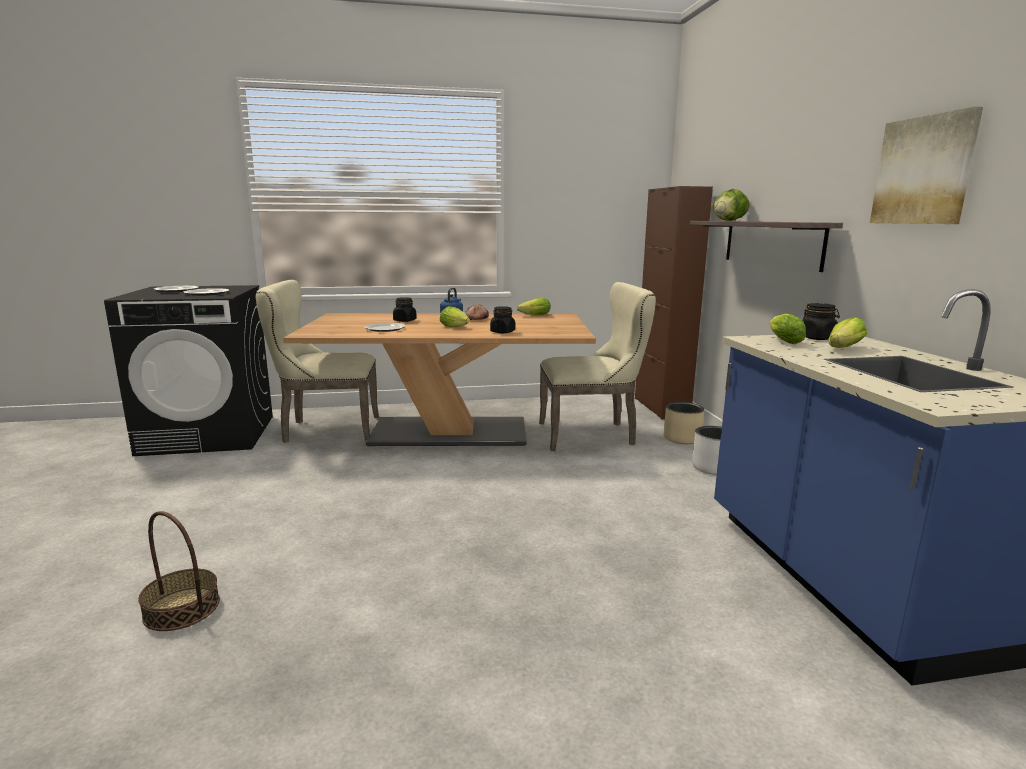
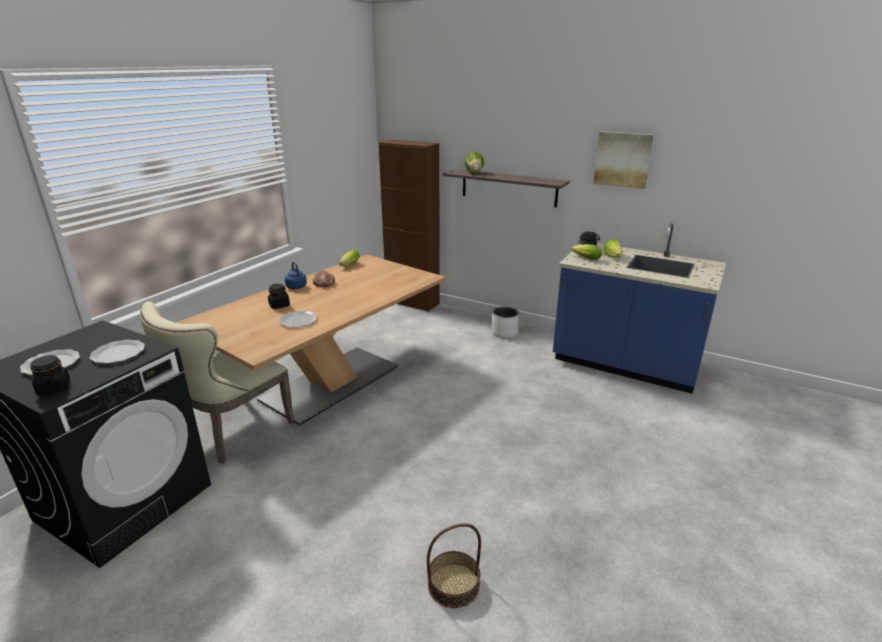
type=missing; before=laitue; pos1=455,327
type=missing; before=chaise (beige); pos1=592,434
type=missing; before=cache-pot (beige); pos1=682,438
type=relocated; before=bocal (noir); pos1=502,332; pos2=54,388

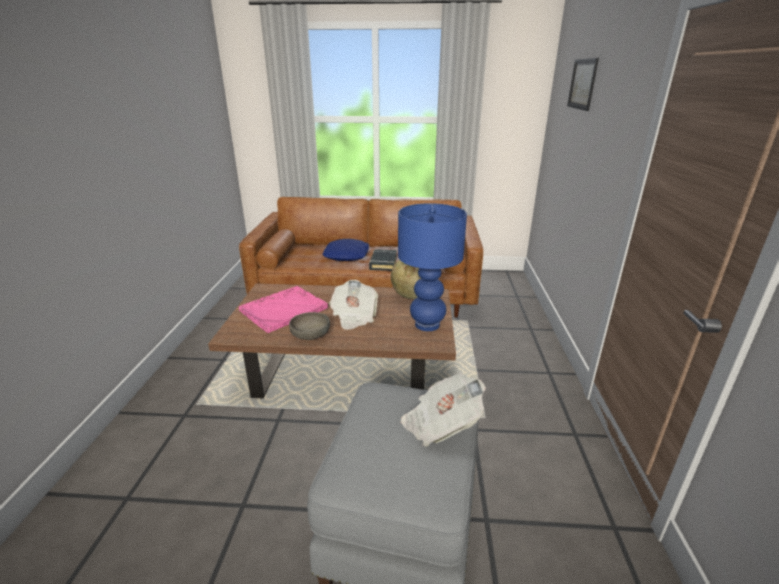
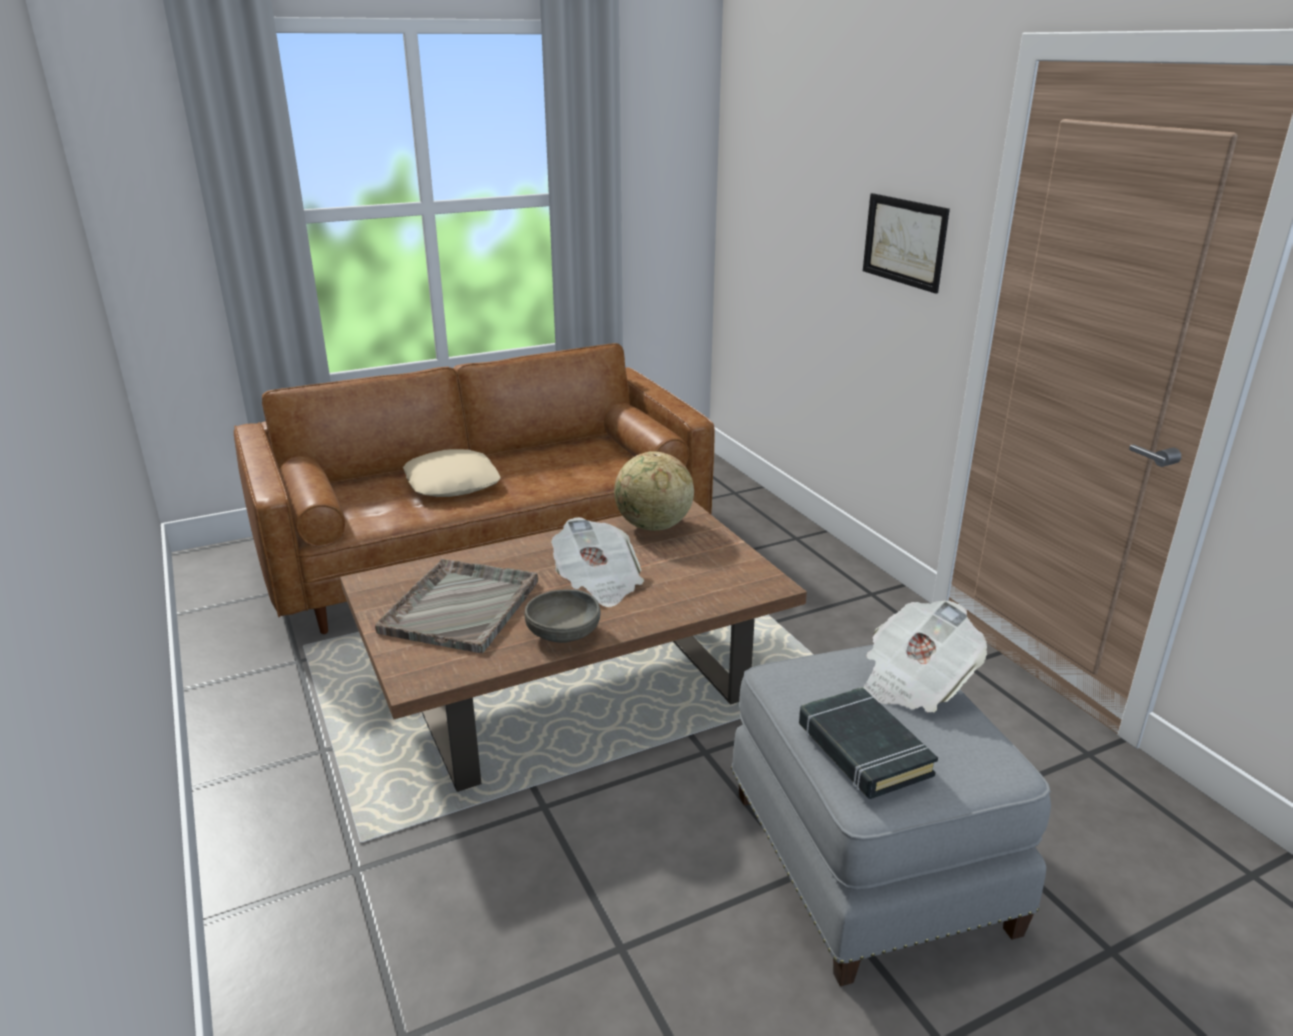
type=missing; before=lampe de table (bleu); pos1=427,325
type=relocated; before=livre (noir); pos1=383,263; pos2=862,749
type=relocated; before=tableau; pos1=582,84; pos2=904,241
type=colour; before=plateau (rose); after=plateau (gris); pos1=284,309; pos2=462,606
type=colour; before=coussin (bleu); after=coussin (beige); pos1=347,255; pos2=453,483

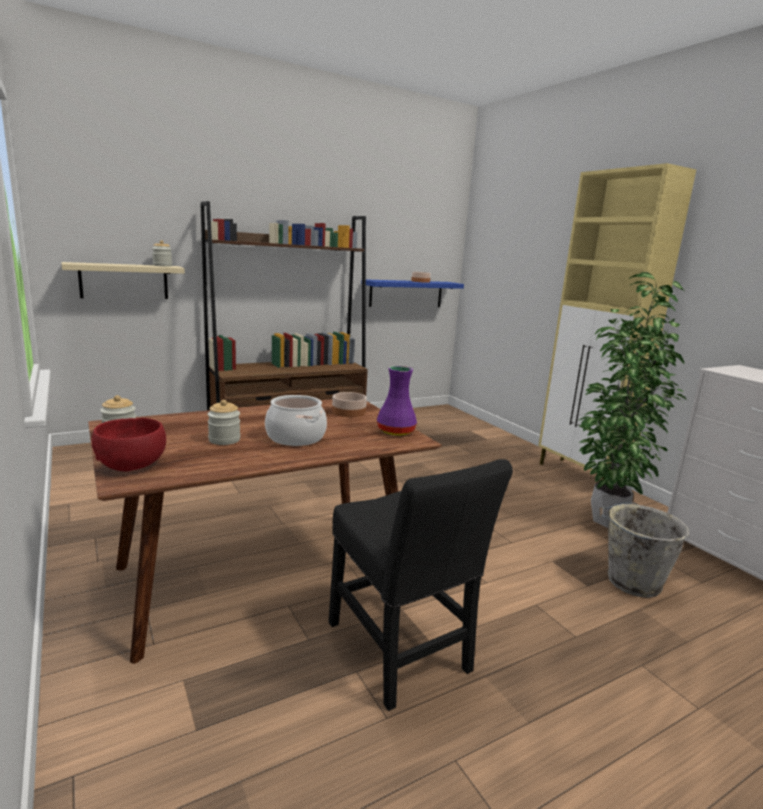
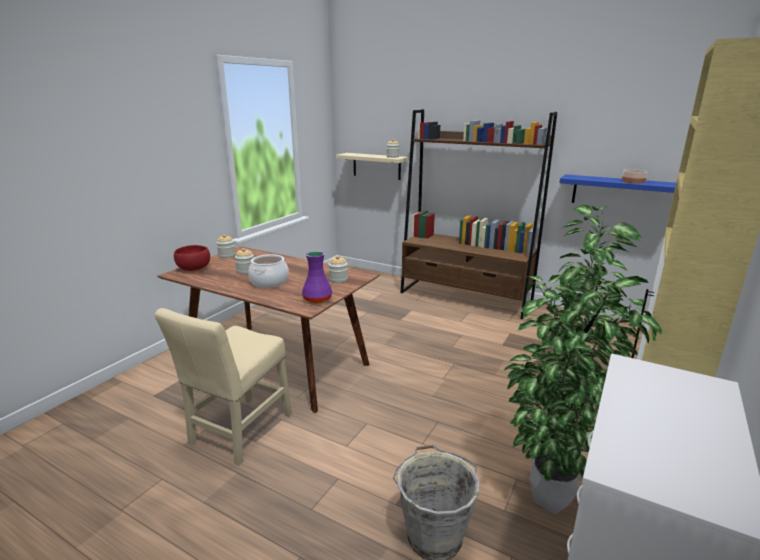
type=exchanged; before=bol; after=bocal; pos1=348,412; pos2=338,280
type=colour; before=chaise (noir); after=chaise (beige); pos1=400,652; pos2=239,432

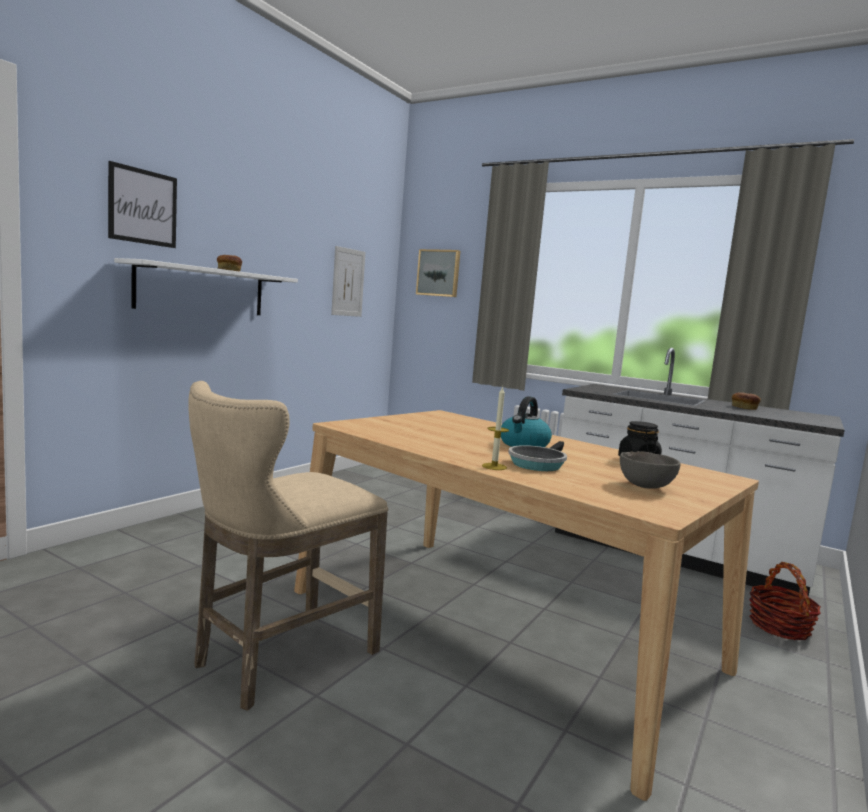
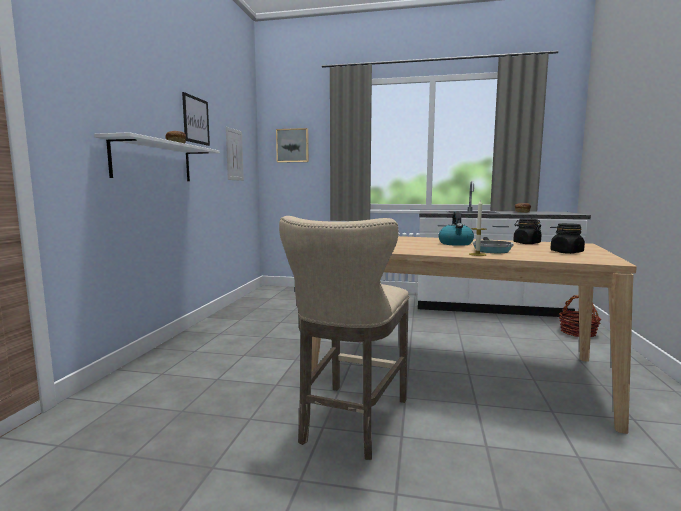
type=relocated; before=tableau; pos1=143,207; pos2=196,120
type=exchanged; before=bol (gris); after=bocal (noir); pos1=646,487; pos2=566,252

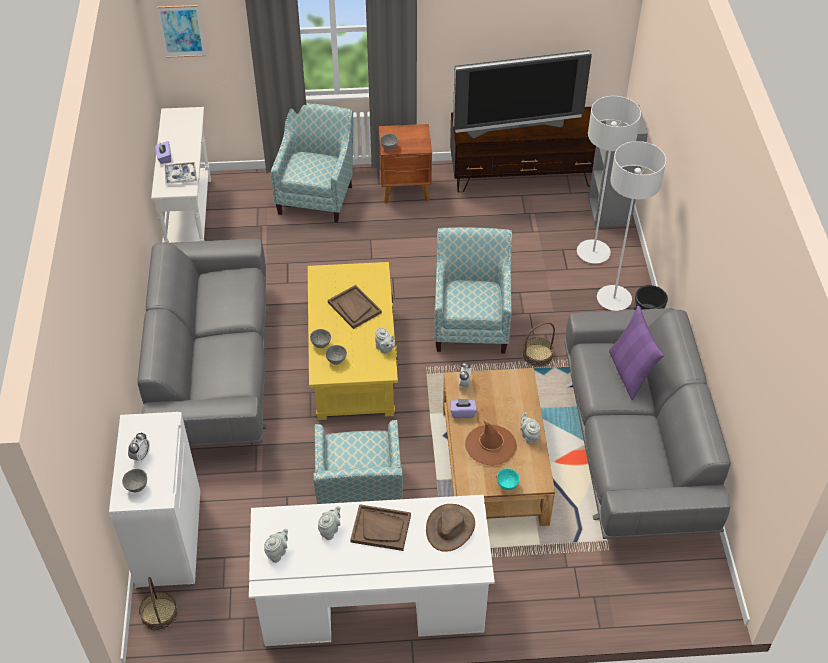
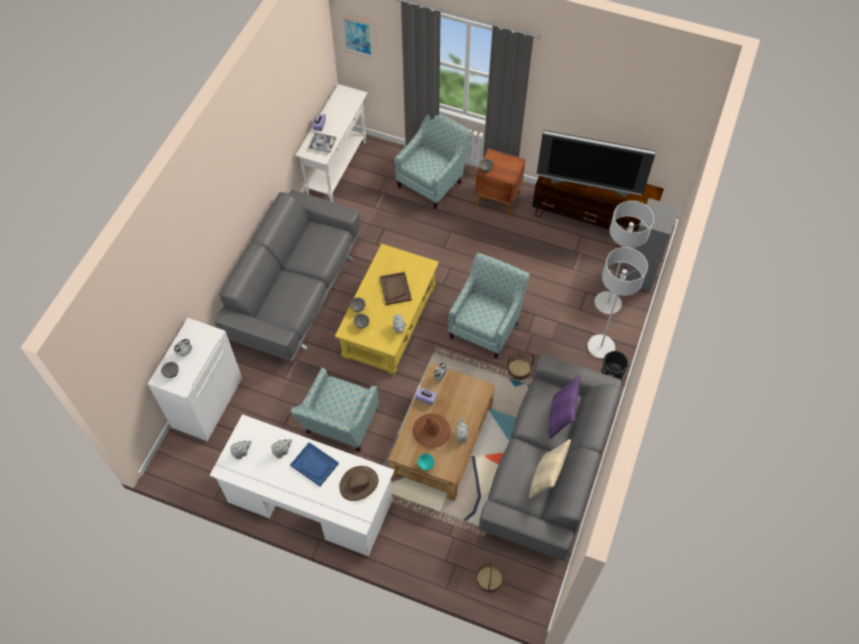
type=appeared; after=coussin (beige); pos2=546,478
type=relocated; before=panier; pos1=159,614; pos2=489,579
type=colour; before=plateau (marron); after=plateau (bleu); pos1=381,528; pos2=314,464

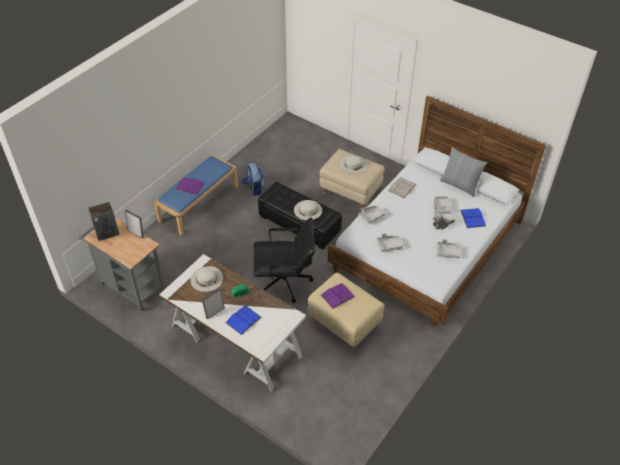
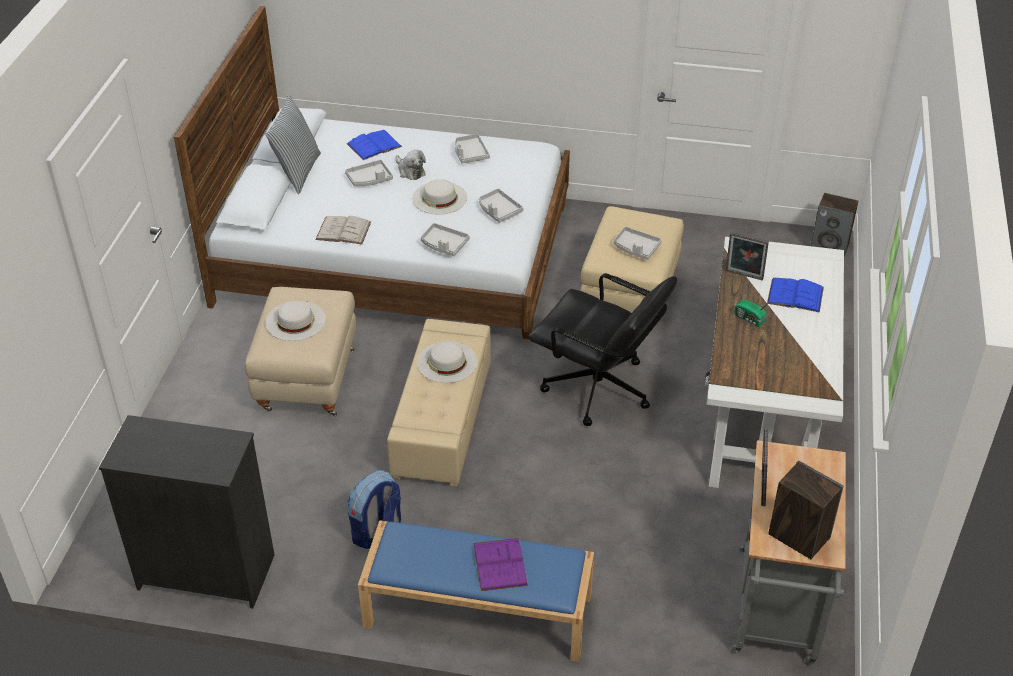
type=appeared; after=commode (noir); pos2=207,571
type=appeared; after=enceinte; pos2=830,247
type=relocated; before=chapeau (blanc); pos1=206,279; pos2=439,198
type=relocated; before=cadre photo; pos1=214,312; pos2=743,276
type=exchanged; before=livre (violet); after=plateau (gris); pos1=337,296; pos2=636,248
type=colour; before=pouf (noir); after=pouf (beige); pos1=299,224; pos2=443,421
type=spun; before=chaise de bureau (noir); pos1=285,282; pos2=598,389; turn=150

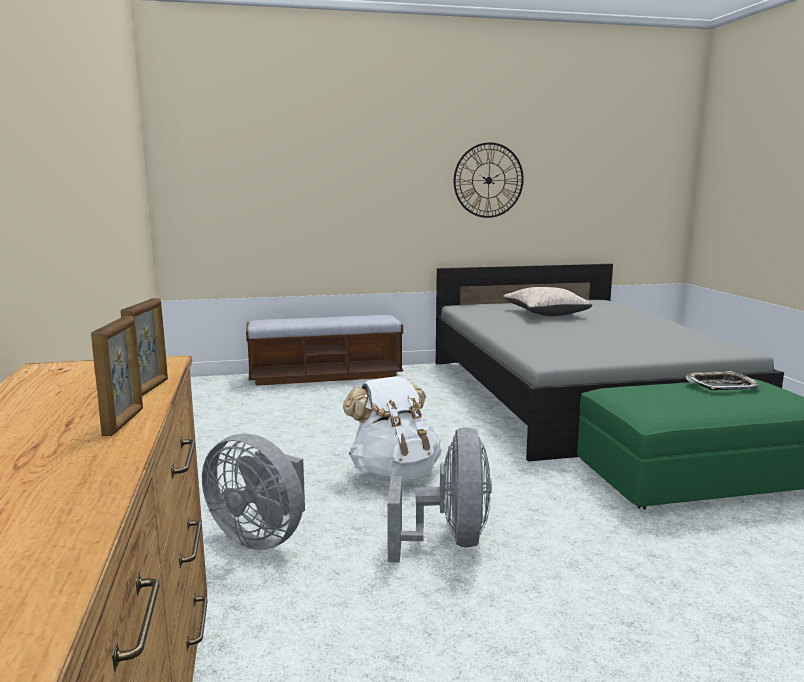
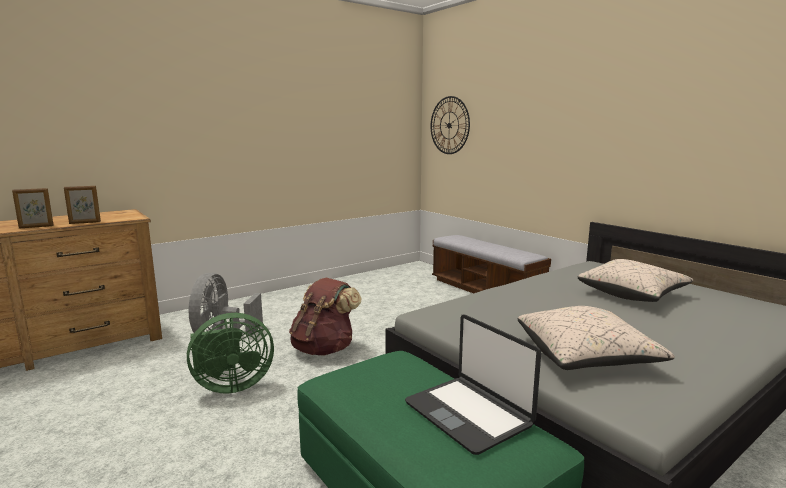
type=appeared; after=coussin (beige); pos2=586,356
type=relocated; before=horloge murale; pos1=488,180; pos2=449,125
type=exchanged; before=plateau; after=ordinateur portable; pos1=721,386; pos2=468,414
type=colour; before=sac à dos (blanc); after=sac à dos (marron); pos1=394,473; pos2=324,349
type=colour; before=ventilateur (gris); after=ventilateur (vert); pos1=449,541; pos2=230,385

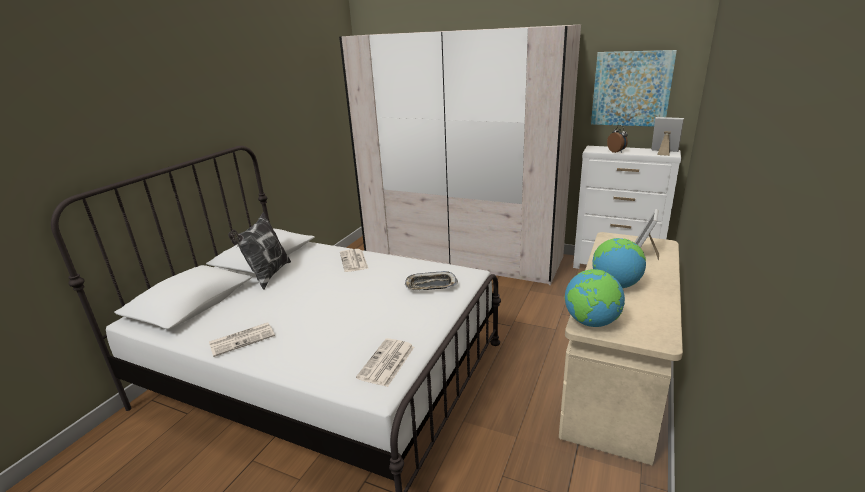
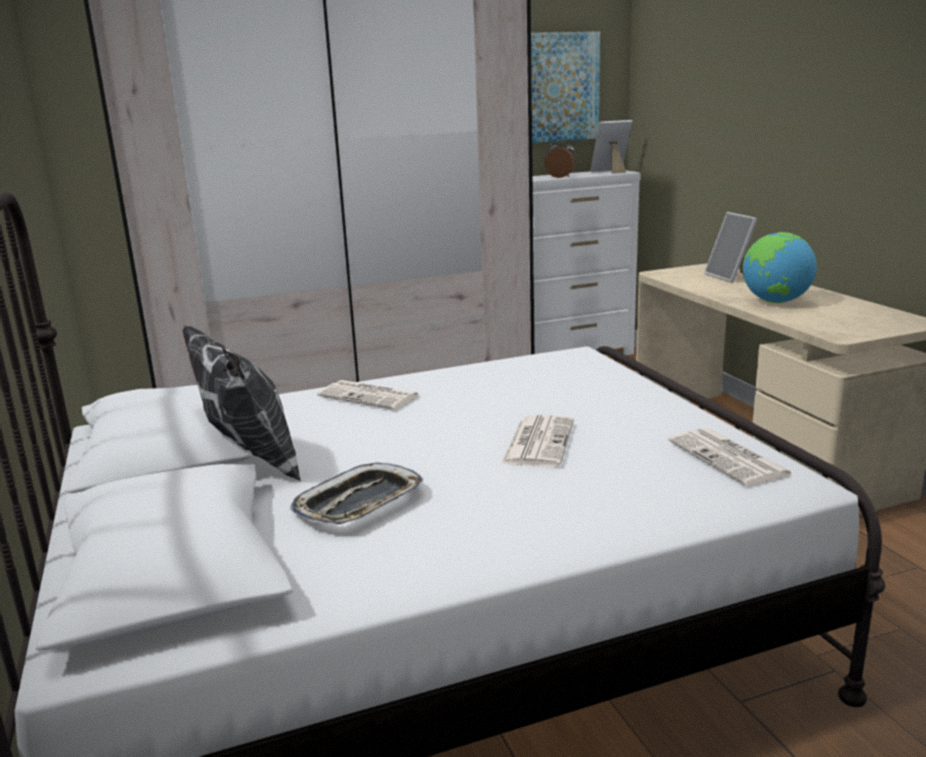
type=missing; before=globe; pos1=591,322
type=relocated; before=journal; pos1=243,339; pos2=538,442
type=relocated; before=plateau; pos1=430,285; pos2=359,504

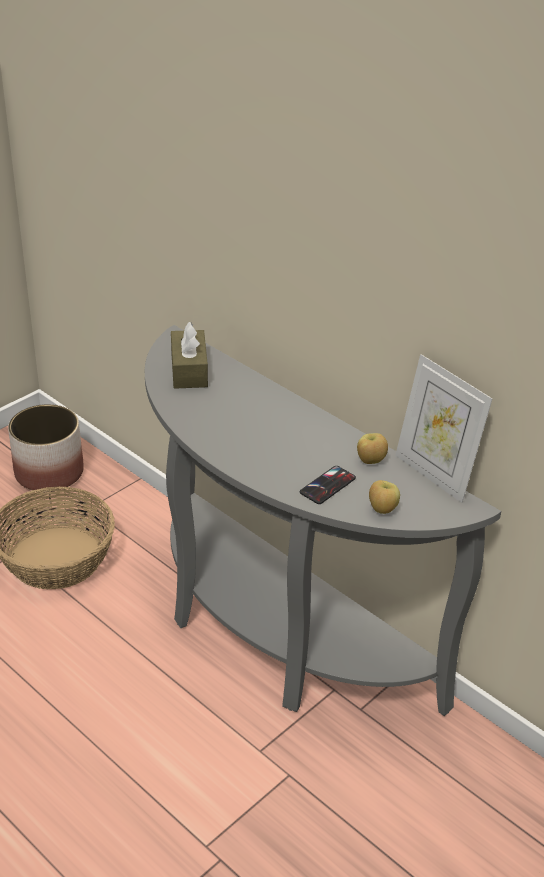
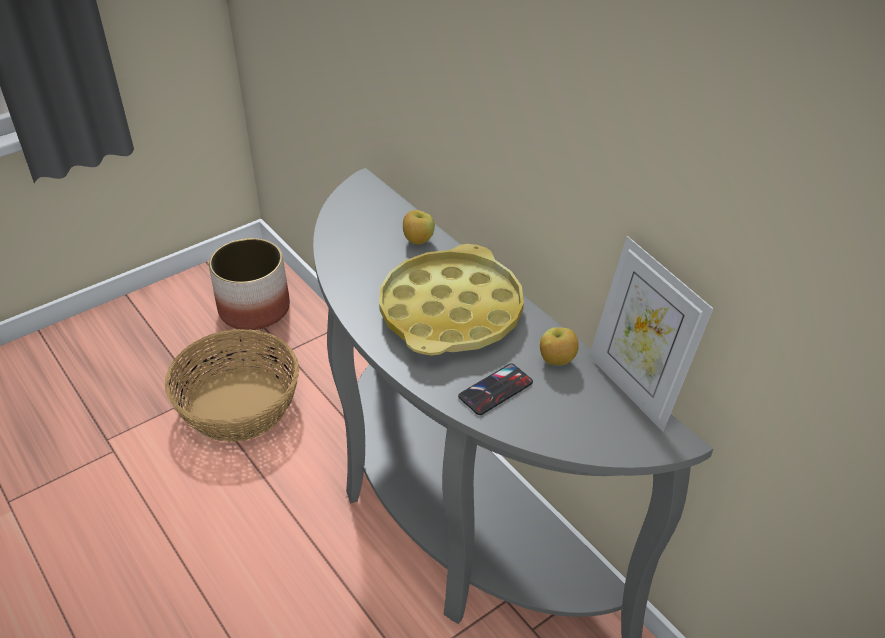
type=missing; before=boîte à mouchoirs (marron); pos1=189,370
type=appeared; after=plateau (jaune); pos2=451,311
type=relocated; before=pomme; pos1=382,509; pos2=418,241

